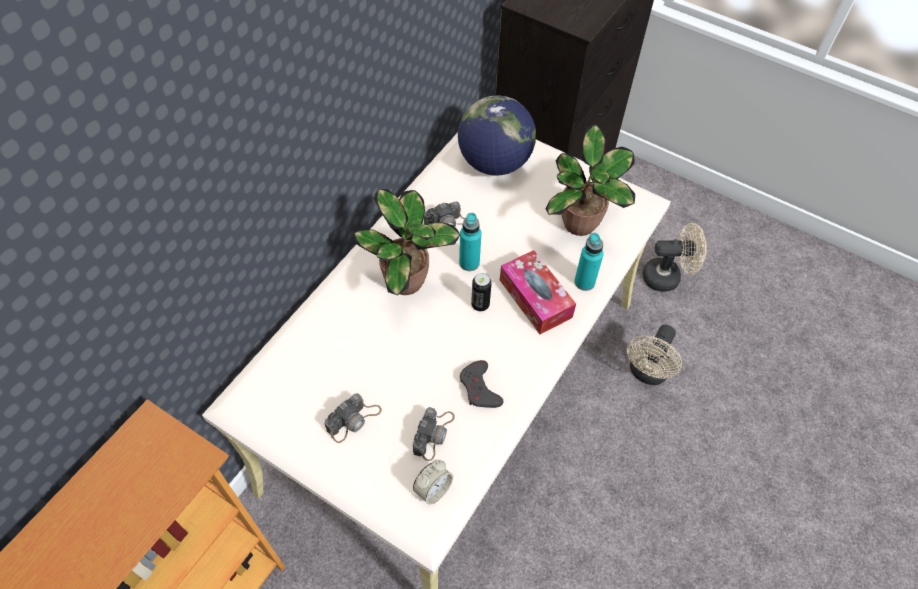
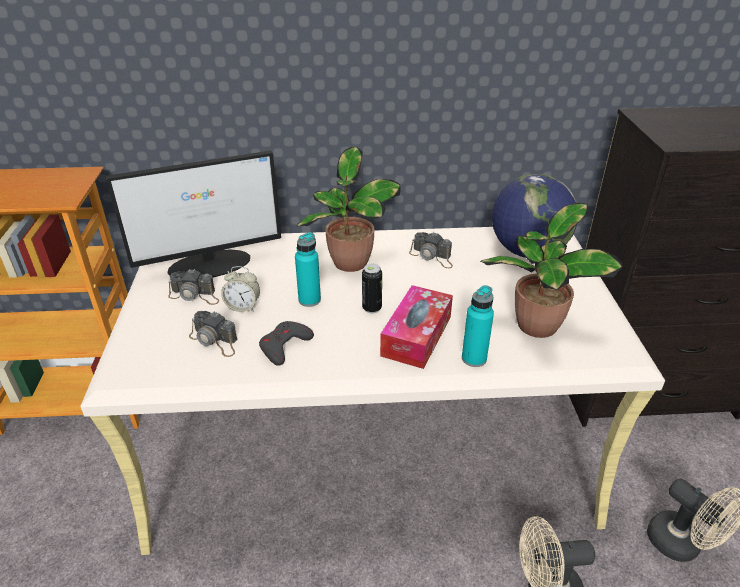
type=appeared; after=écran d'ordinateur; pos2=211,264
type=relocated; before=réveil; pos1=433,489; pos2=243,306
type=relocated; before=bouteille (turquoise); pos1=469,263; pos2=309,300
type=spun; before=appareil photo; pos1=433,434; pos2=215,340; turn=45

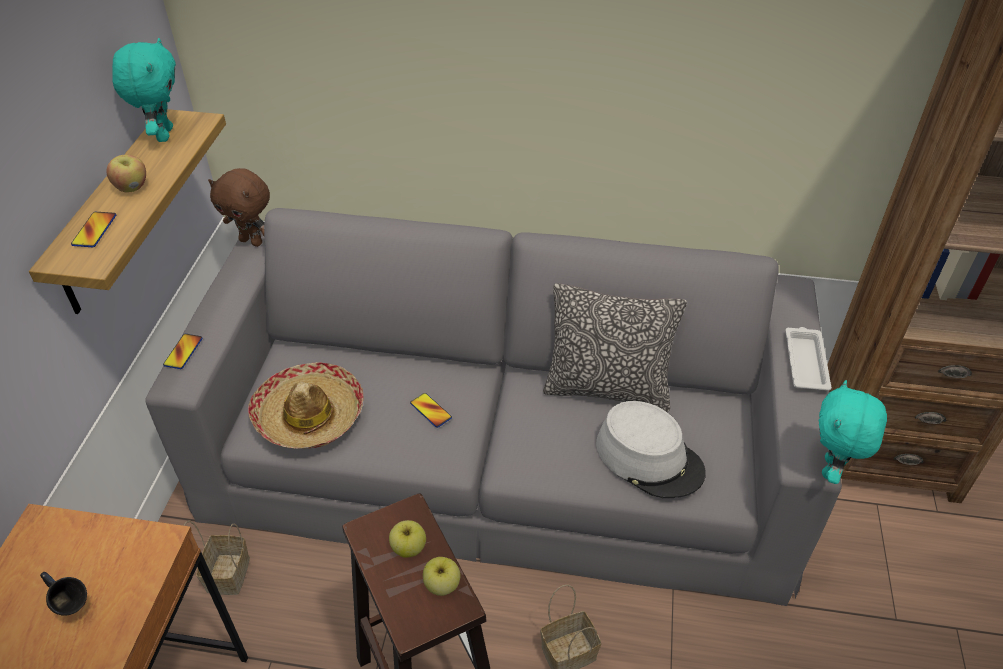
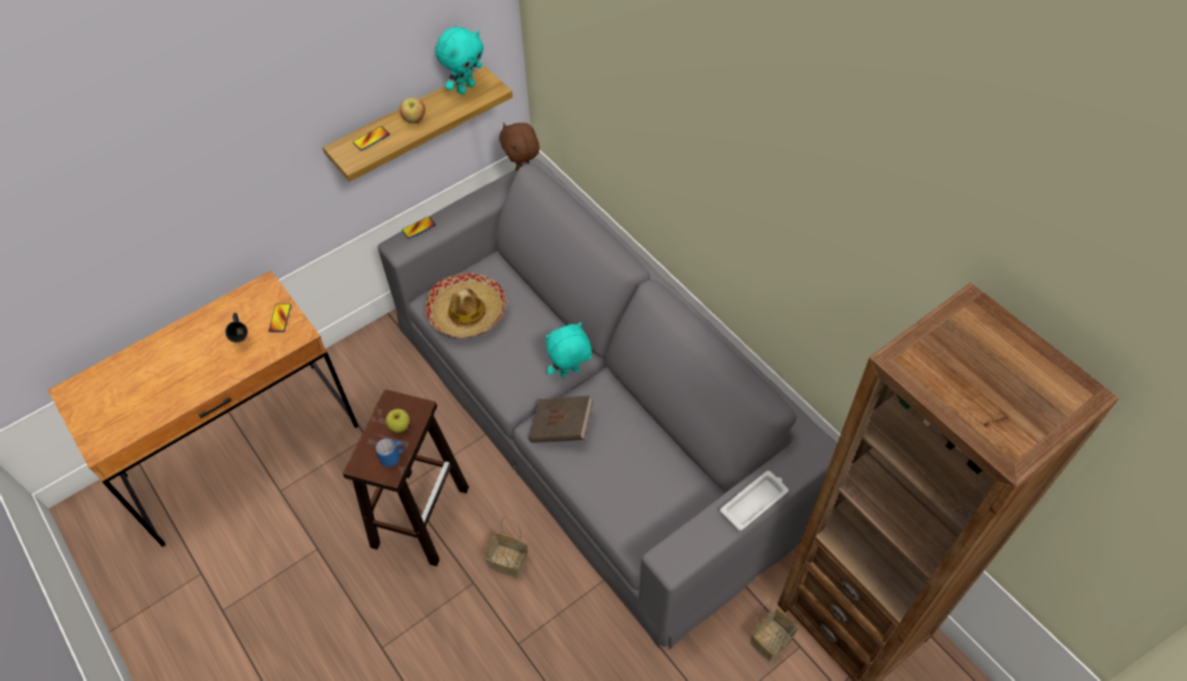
type=missing; before=coussin; pos1=607,389
type=missing; before=chapeau (gris); pos1=649,458
type=appeared; after=livre (marron); pos2=561,428
type=relocated; before=panier; pos1=227,573; pos2=771,639
type=relocated; before=téléphone; pos1=431,411; pos2=280,318
type=relocated; before=peluche (turquoise); pos1=832,469; pos2=570,373
type=exchanged; before=pomme; after=mug (bleu); pos1=442,585; pos2=393,457

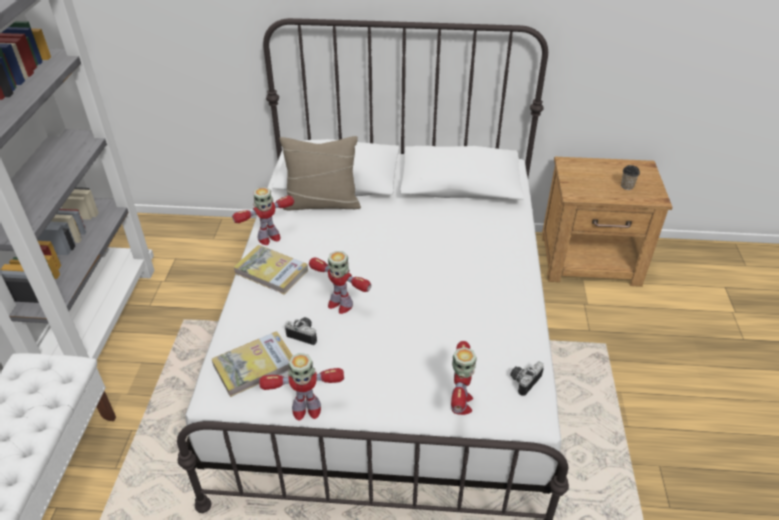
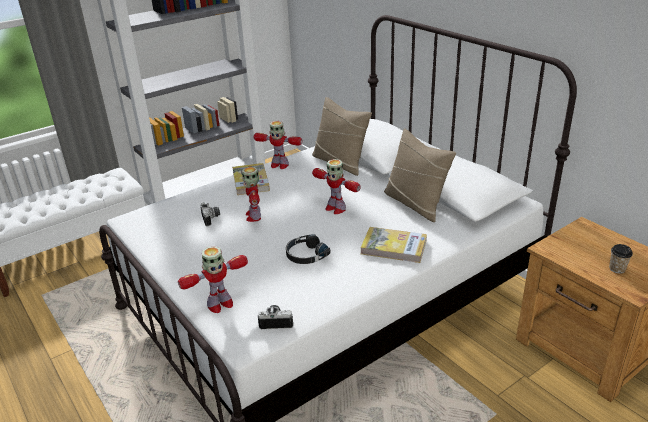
type=appeared; after=casque audio (noir); pos2=306,255
type=appeared; after=coussin (beige); pos2=415,204
type=relocated; before=livre; pos1=255,366; pos2=393,247
type=relocated; before=robot jouet; pos1=306,409; pos2=335,208

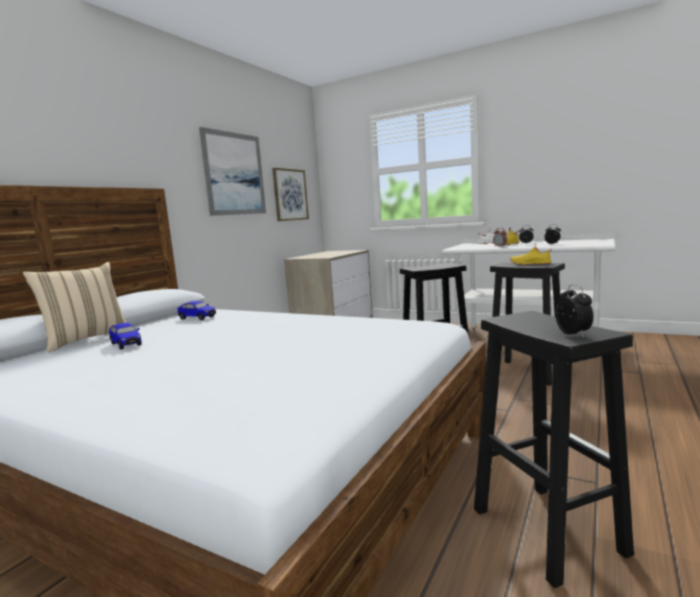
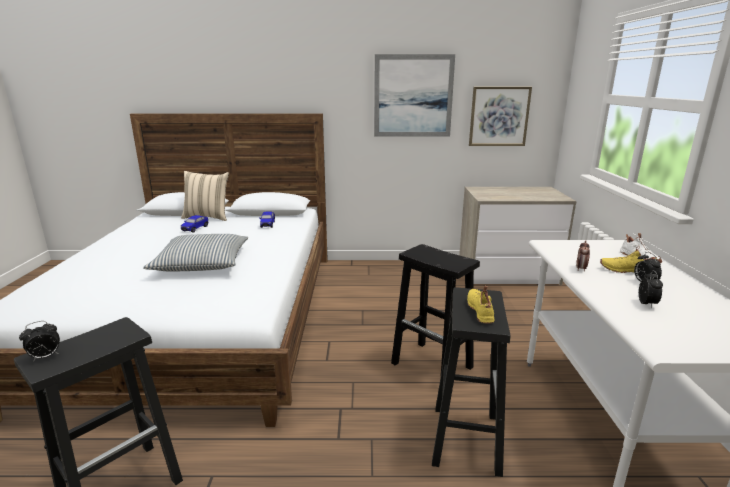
type=appeared; after=coussin; pos2=202,263

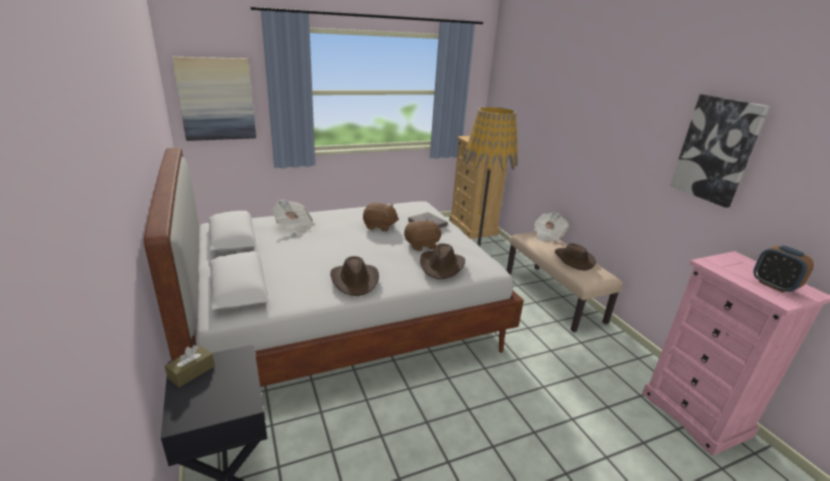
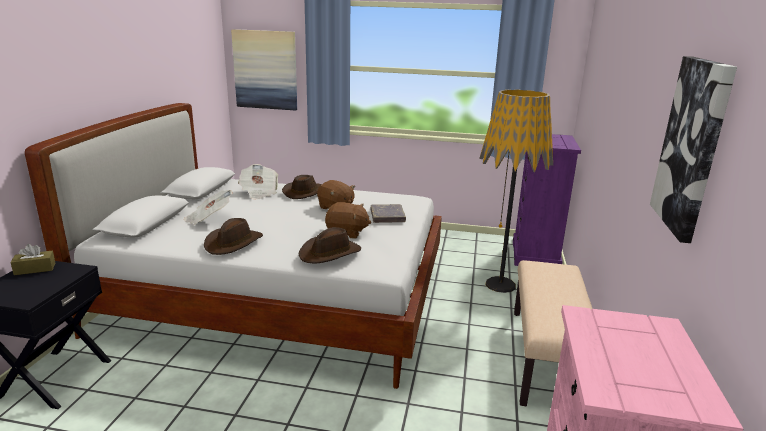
type=missing; before=réveil; pos1=774,285
type=relocated; before=journal; pos1=547,236; pos2=209,219
type=relocated; before=chapeau (marron); pos1=573,260; pos2=304,192
type=colour; before=commode (beige); after=commode (violet); pos1=473,227; pos2=535,255

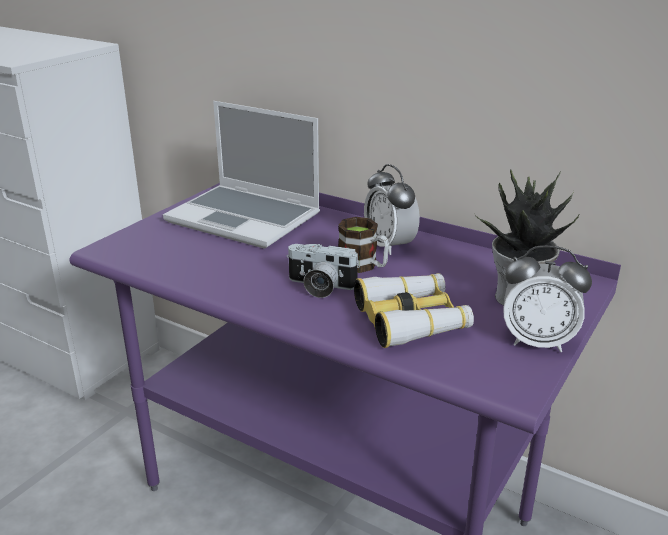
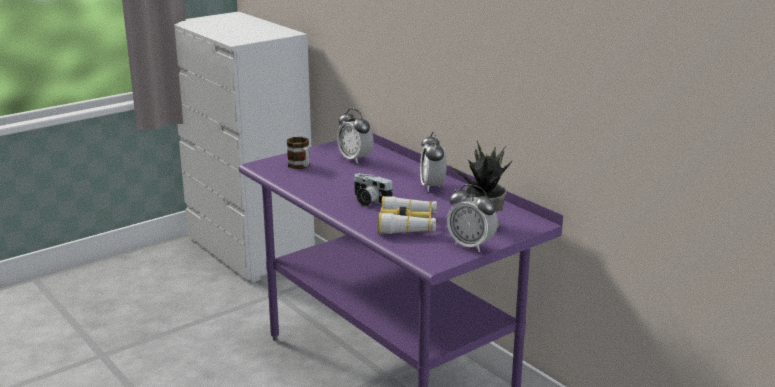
type=relocated; before=mug; pos1=364,266; pos2=300,166
type=exchanged; before=ordinateur portable; after=réveil; pos1=246,218; pos2=355,159

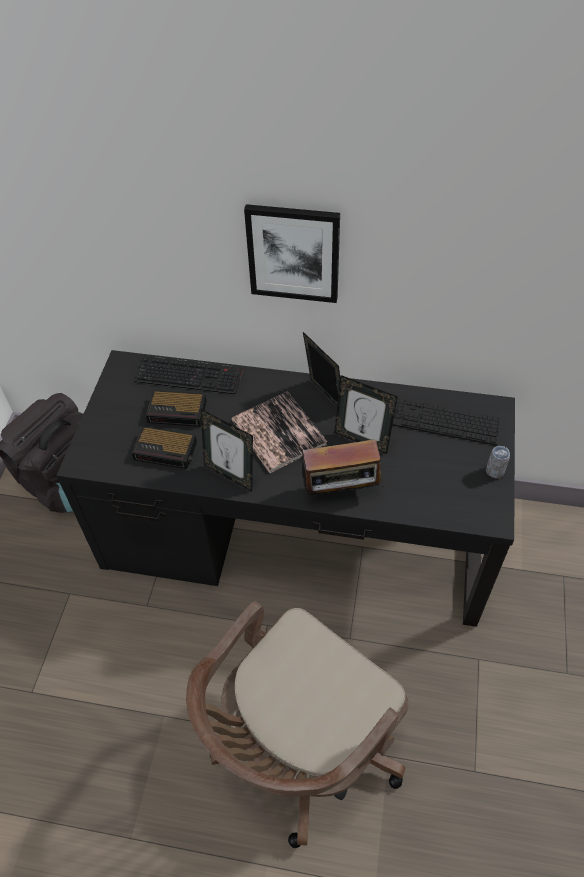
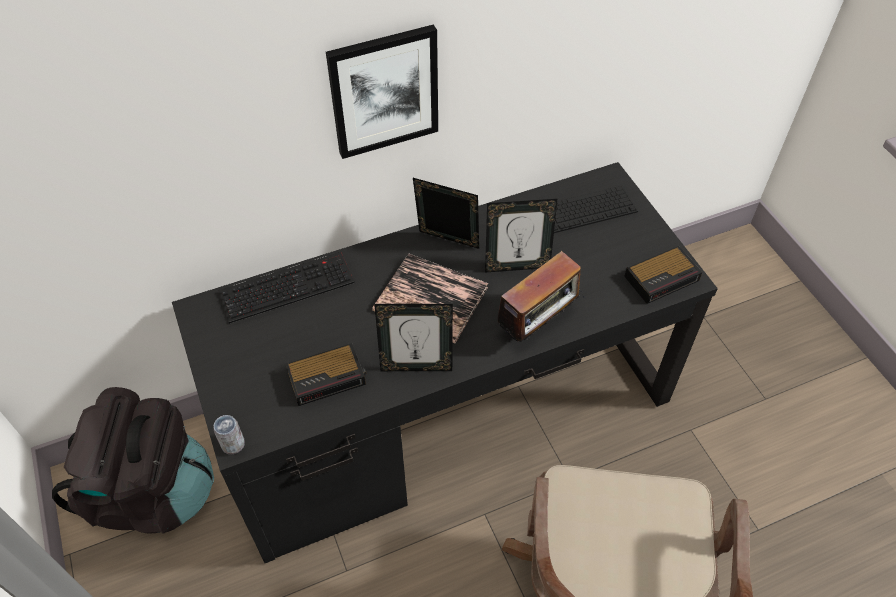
type=relocated; before=réveil; pos1=178,412; pos2=663,278
type=relocated; before=boîte métallique; pos1=494,471; pos2=233,444

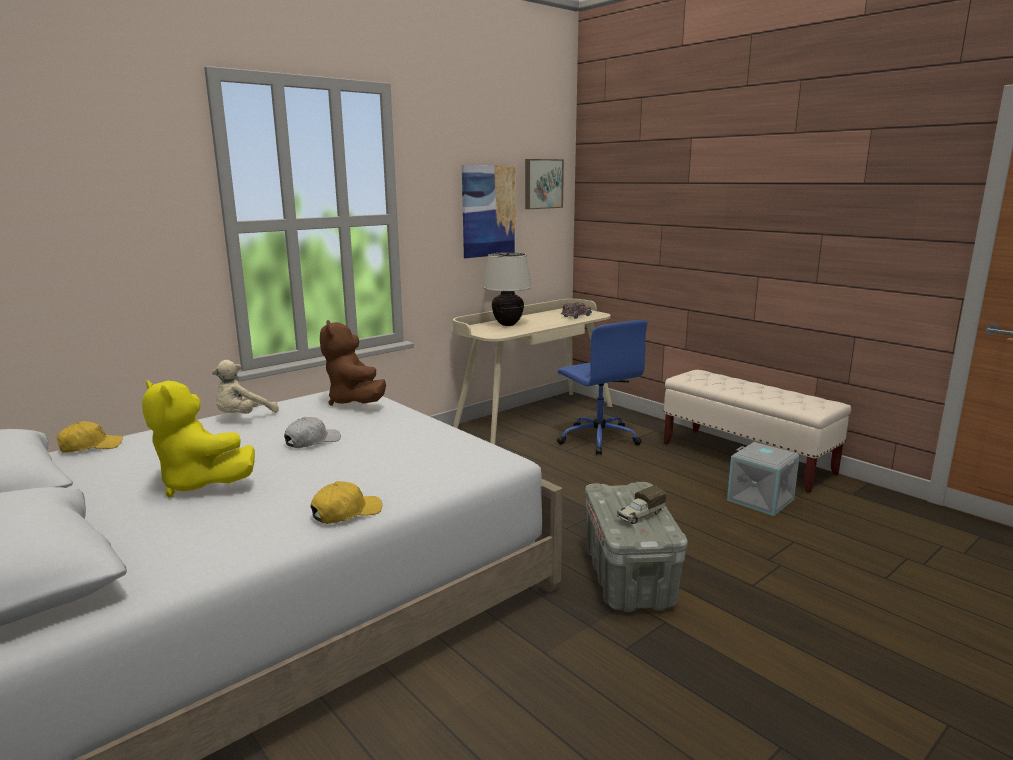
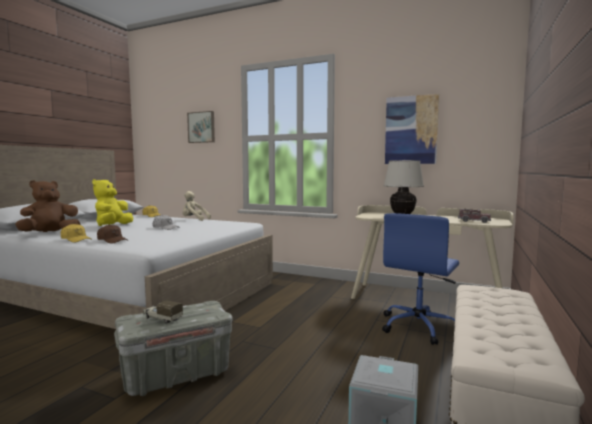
type=appeared; after=casquette (marron); pos2=112,240
type=relocated; before=peluche (marron); pos1=355,402; pos2=50,233
type=relocated; before=tableau; pos1=542,184; pos2=202,127

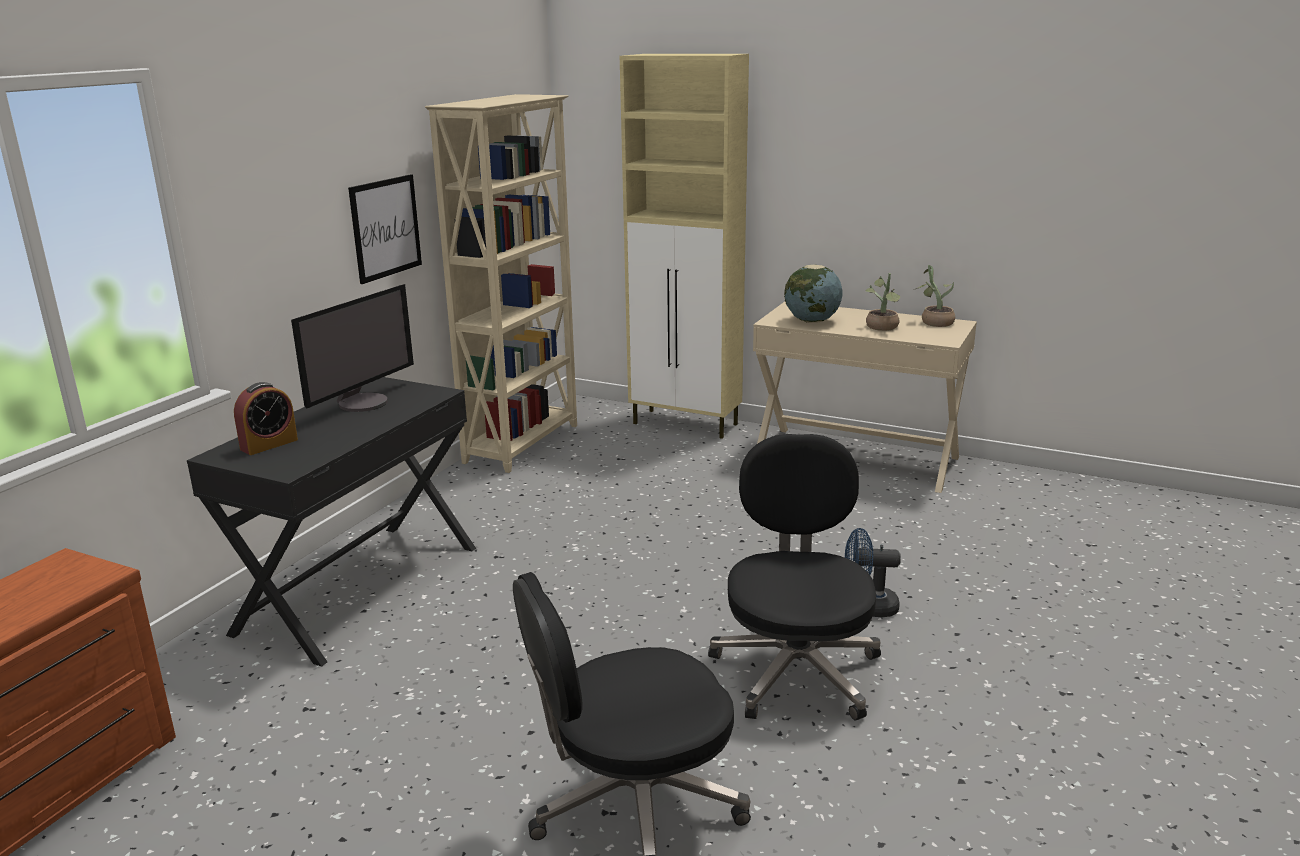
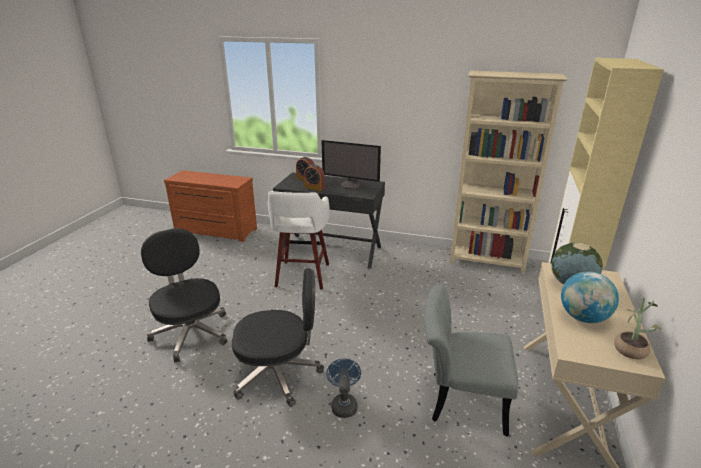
type=missing; before=tableau; pos1=385,228
type=appeared; after=tabouret (blanc); pos2=302,276
type=appeared; after=réveil; pos2=314,188
type=appeared; after=chaise (gris); pos2=459,399
type=exchanged; before=plante en pot; after=globe; pos1=882,328; pos2=583,317

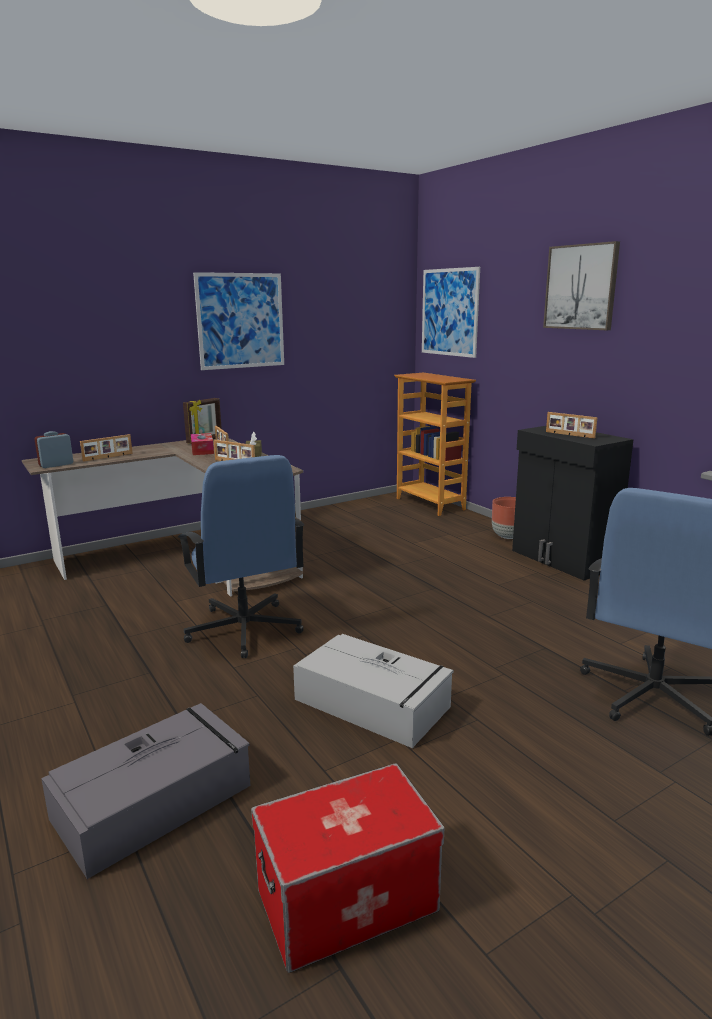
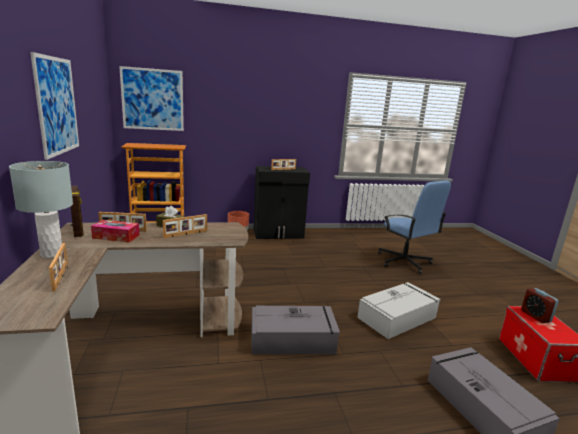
type=missing; before=tableau; pos1=581,287
type=appeared; after=lampe de table (gris); pos2=51,254
type=relocated; before=réveil; pos1=56,465; pos2=535,316
type=exchanged; before=chaise de bureau (bleu); after=boîte de rangement (gris); pos1=244,630; pos2=293,339

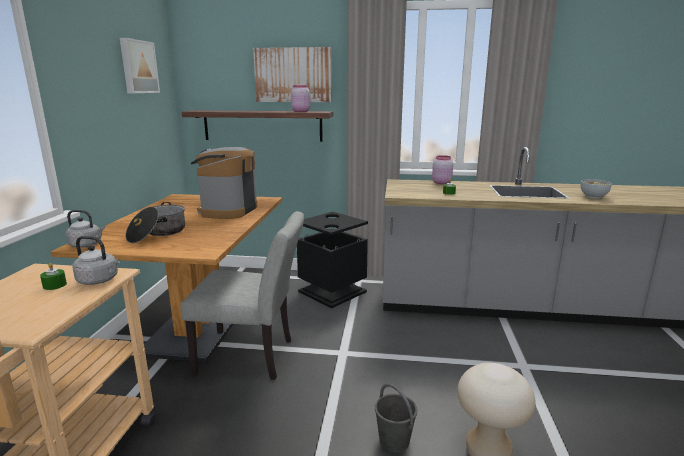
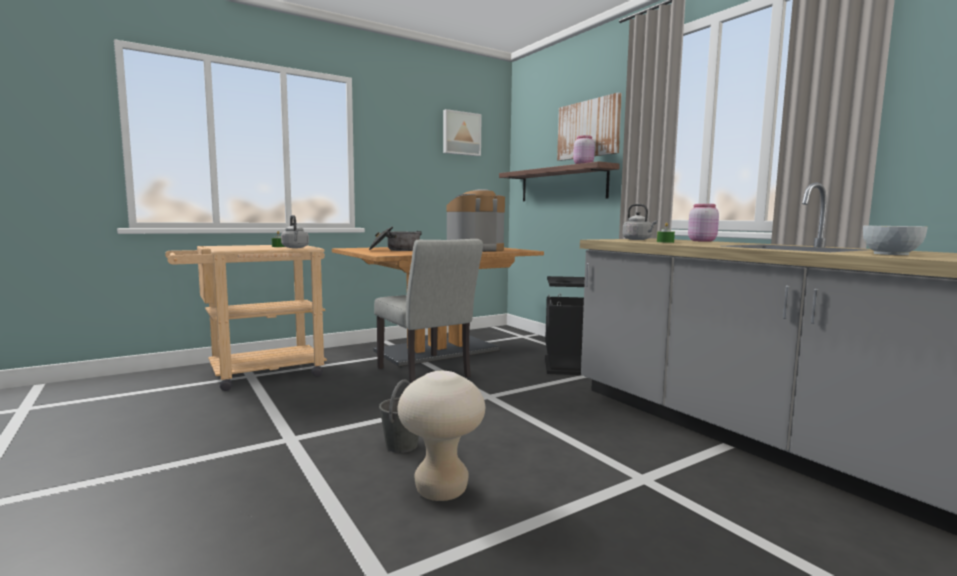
type=relocated; before=bouilloire (gris); pos1=87,245; pos2=638,239

